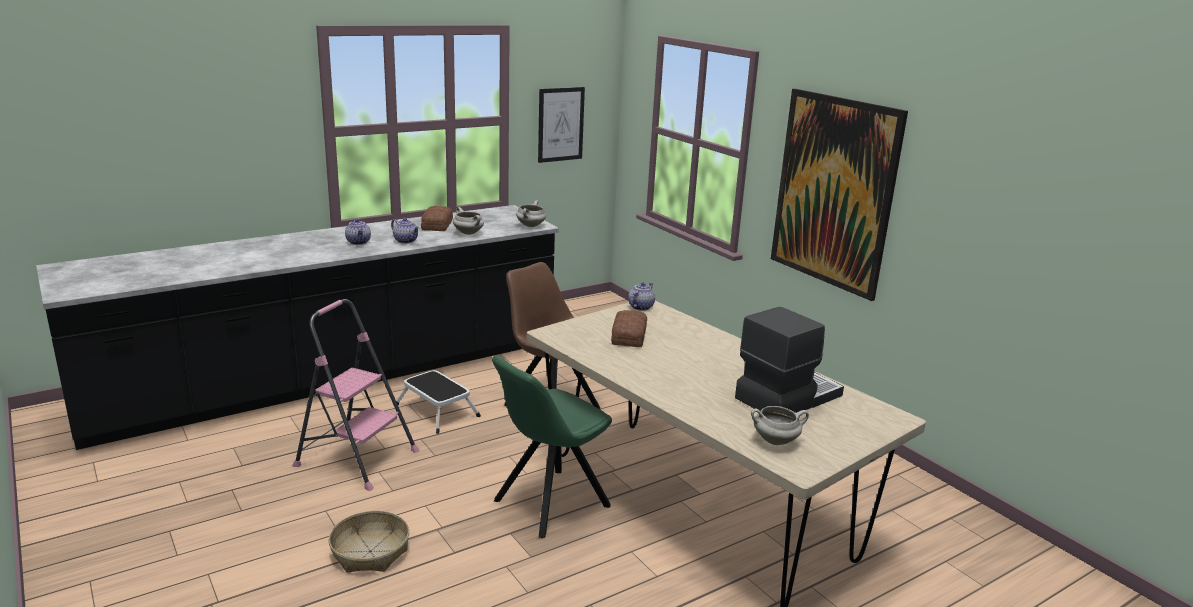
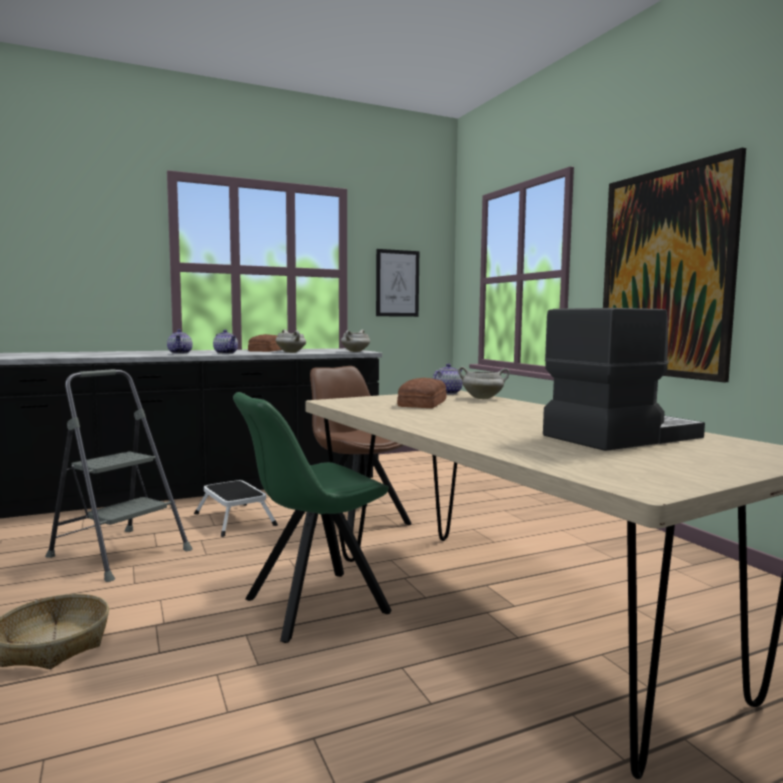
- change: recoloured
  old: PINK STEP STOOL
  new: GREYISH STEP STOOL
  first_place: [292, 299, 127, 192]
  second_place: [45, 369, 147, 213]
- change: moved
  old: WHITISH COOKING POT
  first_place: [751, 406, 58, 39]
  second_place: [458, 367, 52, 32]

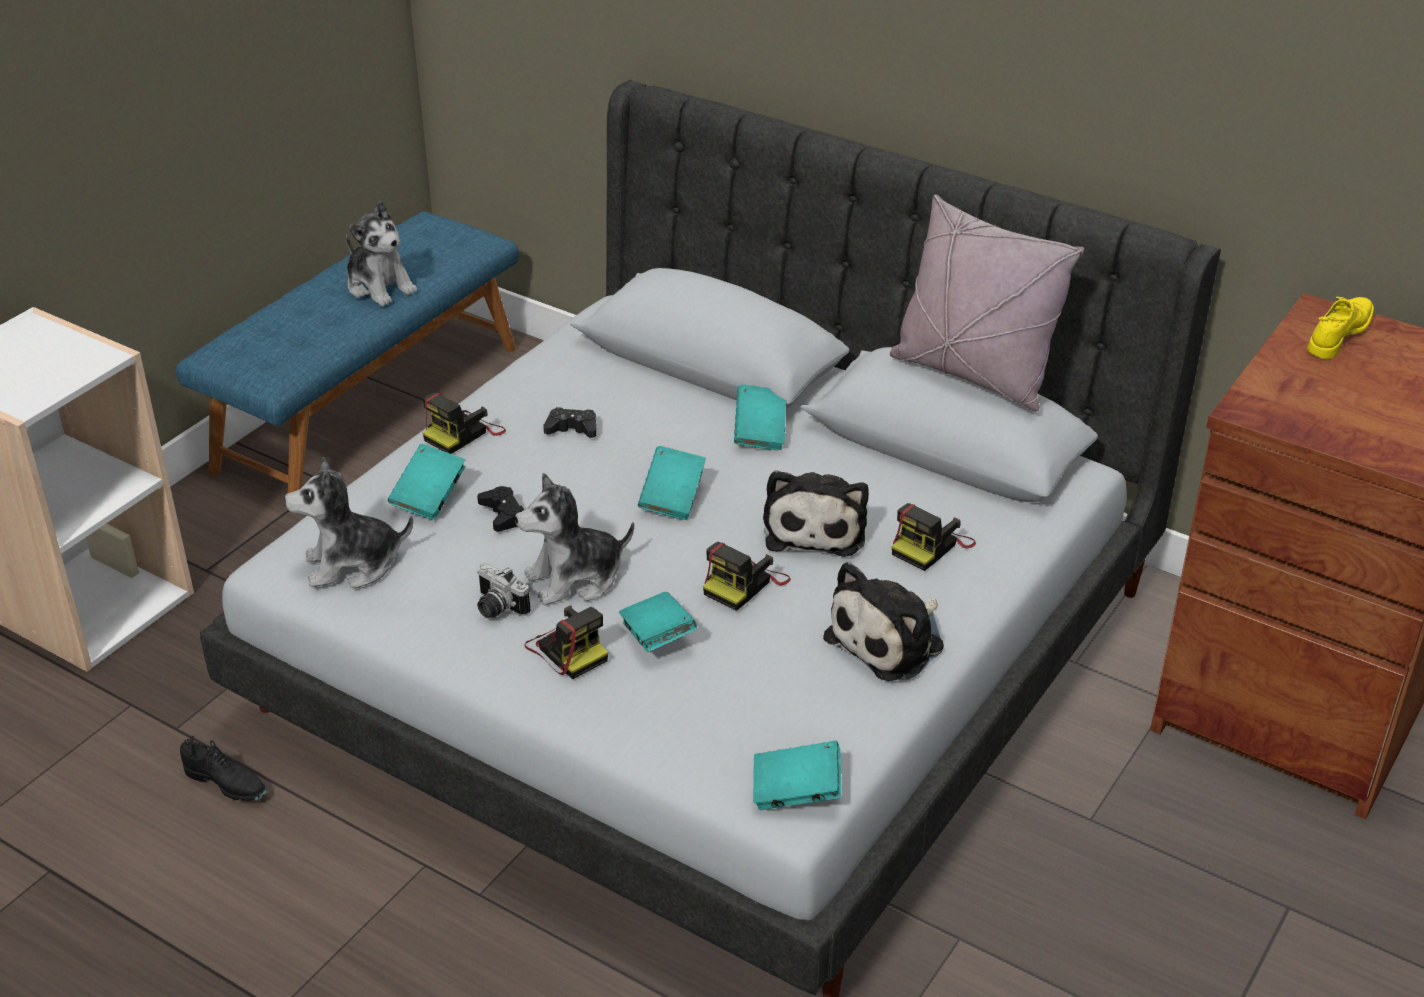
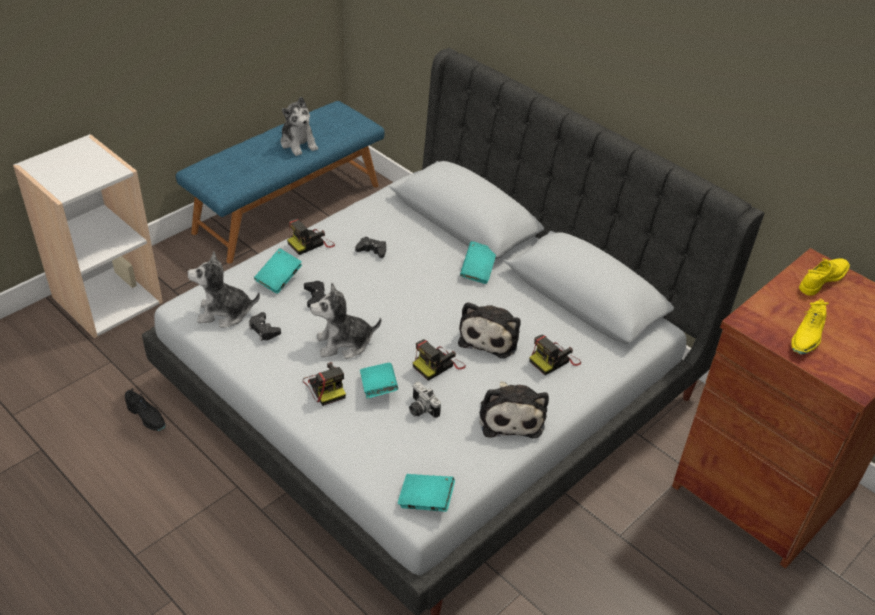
- change: moved
  old: PHOTO CAMERA
  first_place: [477, 563, 54, 55]
  second_place: [409, 382, 32, 36]
- change: removed
  old: TURQUOISE-COLOURED VOLUME
  first_place: [638, 446, 68, 74]
- change: turned
  old: CUDDLY TOY
  first_place: [823, 562, 121, 119]
  second_place: [479, 381, 70, 58]
  degrees: -60
- change: removed
  old: PURPLISH CUSHION
  first_place: [890, 194, 194, 217]
- change: added
  new: BLACK-COLOURED GAME CONTROLLER
  second_place: [249, 312, 32, 29]
- change: added
  new: YELLOW-COLOURED LOW SHOE
  second_place: [791, 299, 38, 56]

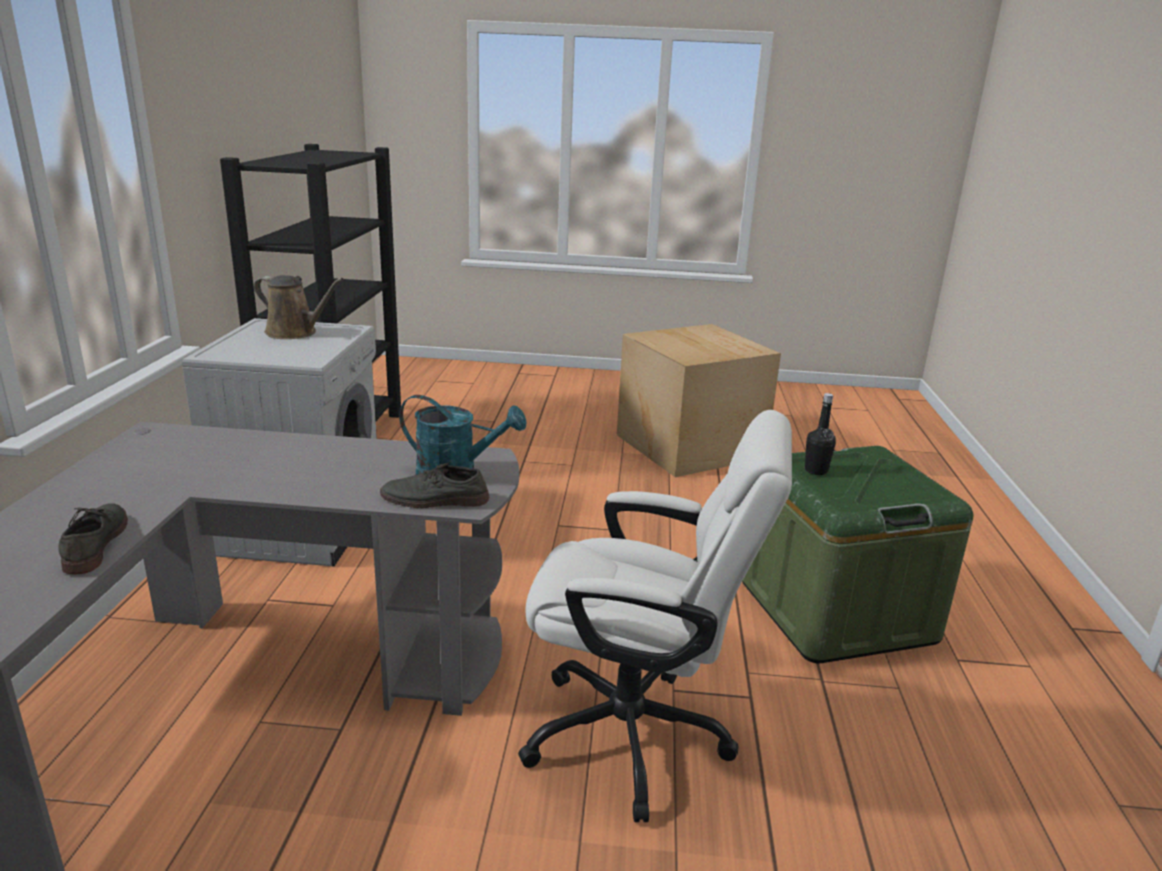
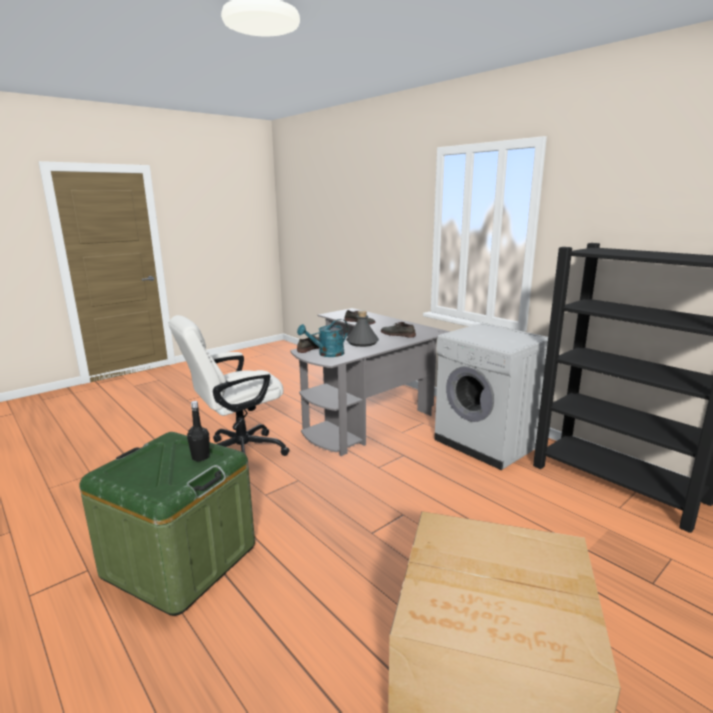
- change: removed
  old: BROWN SPRINKLING CAN
  first_place: [254, 275, 90, 64]
- change: added
  new: GREYISH BOTTLE
  second_place: [346, 311, 33, 36]
- change: added
  new: GREYISH LOW SHOE
  second_place: [381, 322, 35, 16]

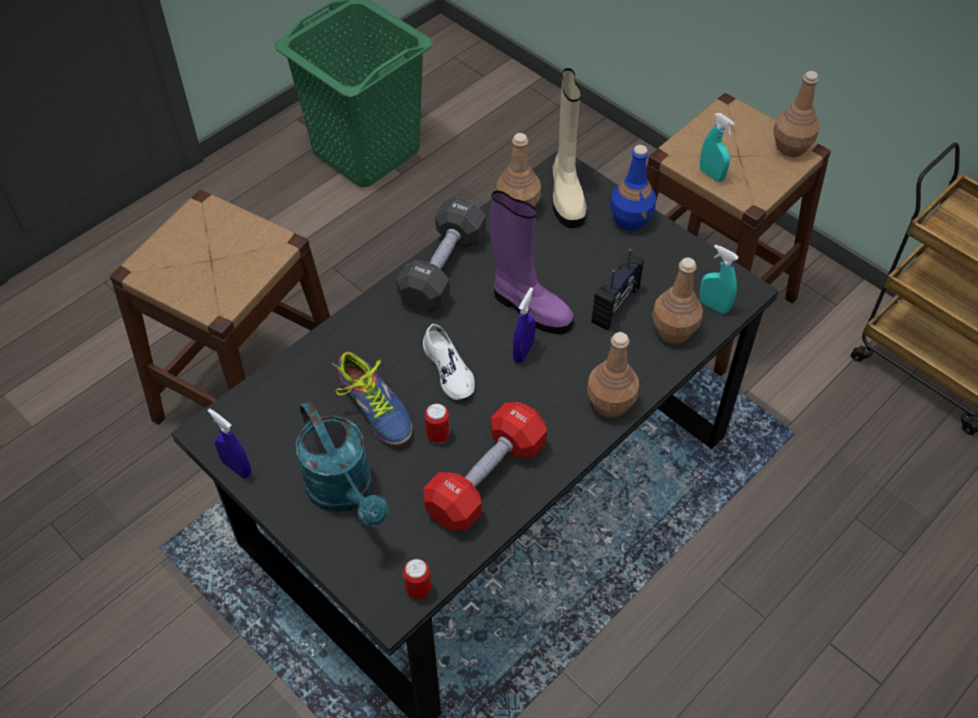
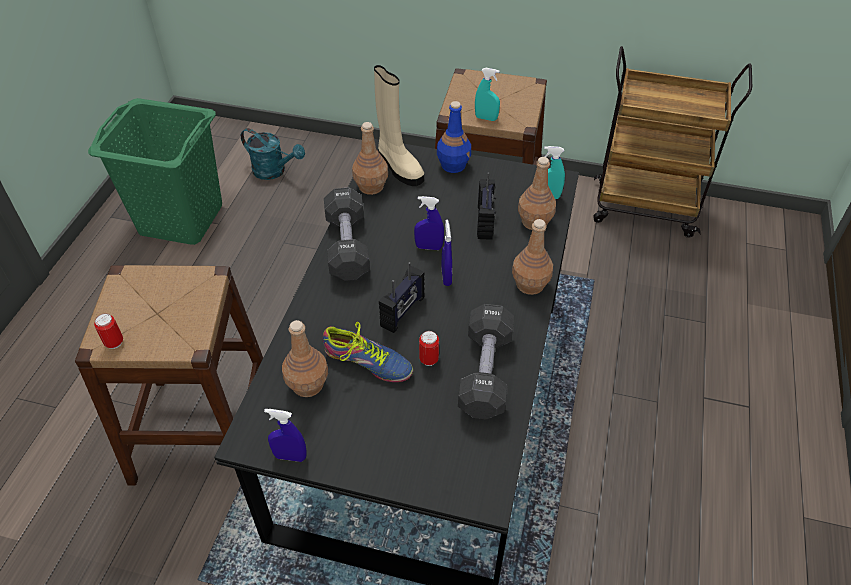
- change: moved
  old: TURQUOISE-COLOURED SPRINKLING CAN
  first_place: [295, 401, 93, 125]
  second_place: [241, 128, 64, 52]
- change: moved
  old: CAN
  first_place: [403, 559, 28, 40]
  second_place: [94, 314, 29, 35]
- change: replaced
  old: WHITISH LOW SHOE
  new: RADIO SET
  first_place: [423, 324, 52, 76]
  second_place: [379, 262, 46, 71]
- change: recoloured
  old: RED FREE WEIGHT
  new: BLACK-COLOURED FREE WEIGHT
  first_place: [423, 402, 124, 129]
  second_place: [458, 304, 56, 115]
- change: replaced
  old: PURPLISH HIGH-TOP BOOT
  new: BLUE SPRAYER
  first_place: [490, 190, 84, 144]
  second_place: [414, 196, 30, 54]
- change: moved
  old: BROWN BOTTLE
  first_place: [774, 71, 45, 86]
  second_place: [282, 320, 46, 77]

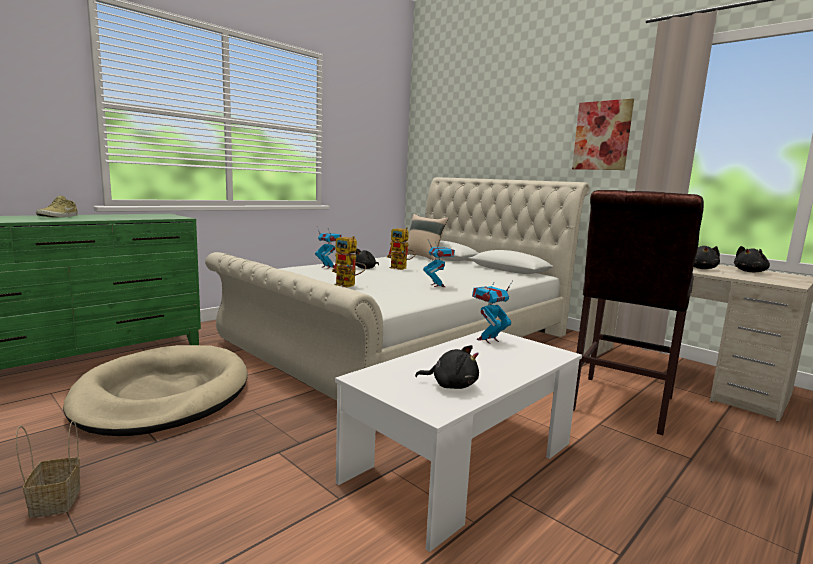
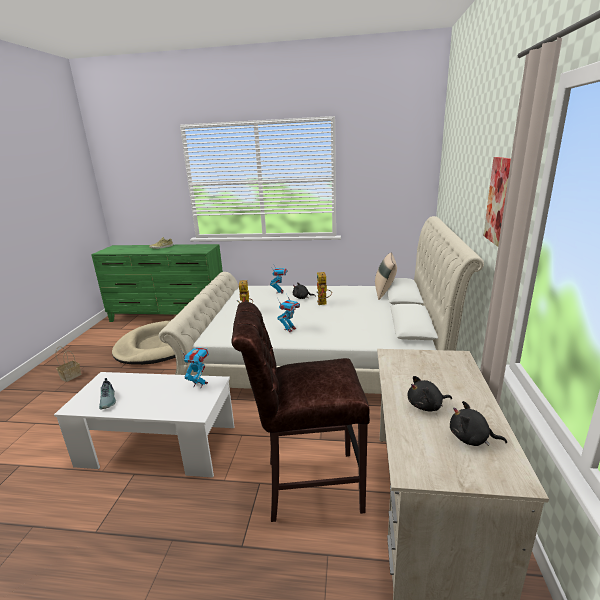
- change: replaced
  old: BLACK-COLOURED CUDDLY TOY
  new: LOW SHOE
  first_place: [415, 345, 64, 44]
  second_place: [99, 378, 17, 32]

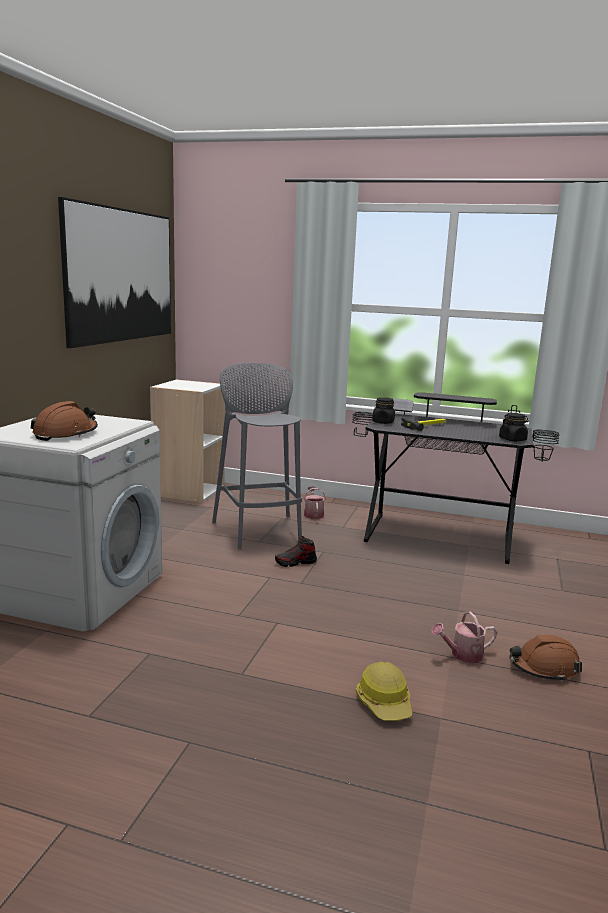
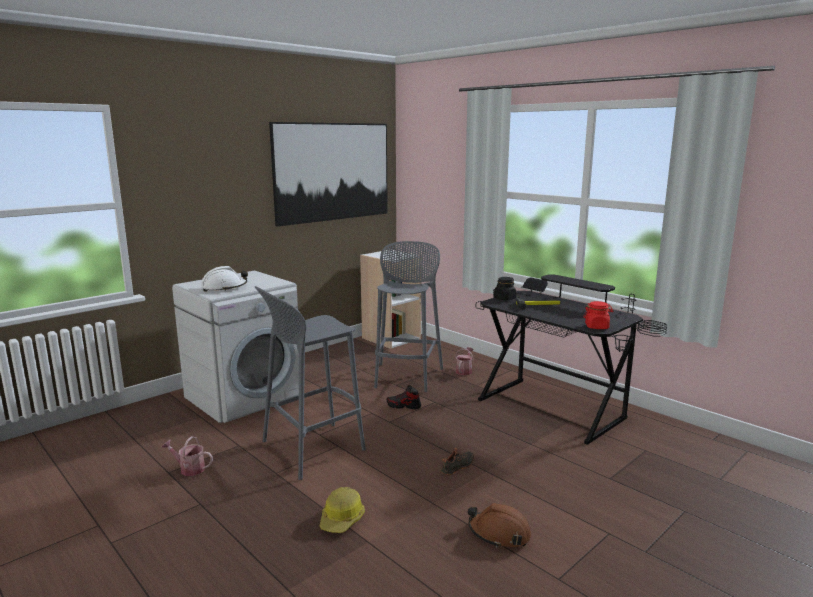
- change: recoloured
  old: BROWN HARD HAT
  new: WHITISH HARD HAT
  first_place: [30, 401, 68, 40]
  second_place: [201, 266, 47, 26]
- change: moved
  old: SPRINKLING CAN
  first_place: [431, 611, 66, 52]
  second_place: [161, 436, 52, 40]
- change: recoloured
  old: BLACK-COLOURED PRESERVE JAR
  new: RED PRESERVE JAR
  first_place: [499, 413, 29, 28]
  second_place: [584, 301, 29, 28]
- change: added
  new: GREYISH SITTING STOOL
  second_place: [255, 286, 111, 194]
- change: added
  new: BLACK-COLOURED LOW SHOE
  second_place: [441, 448, 33, 27]

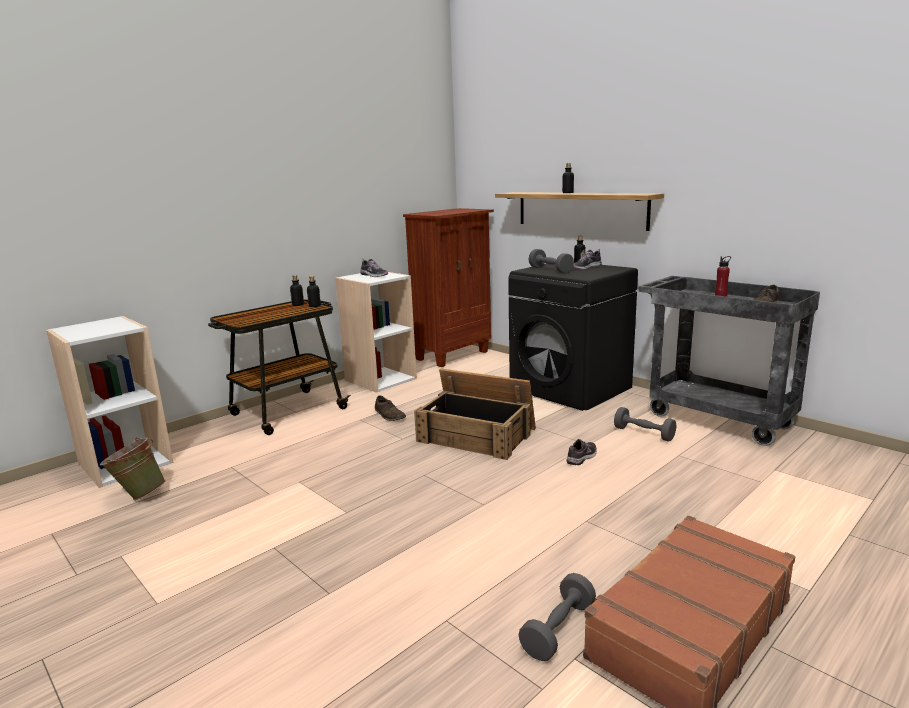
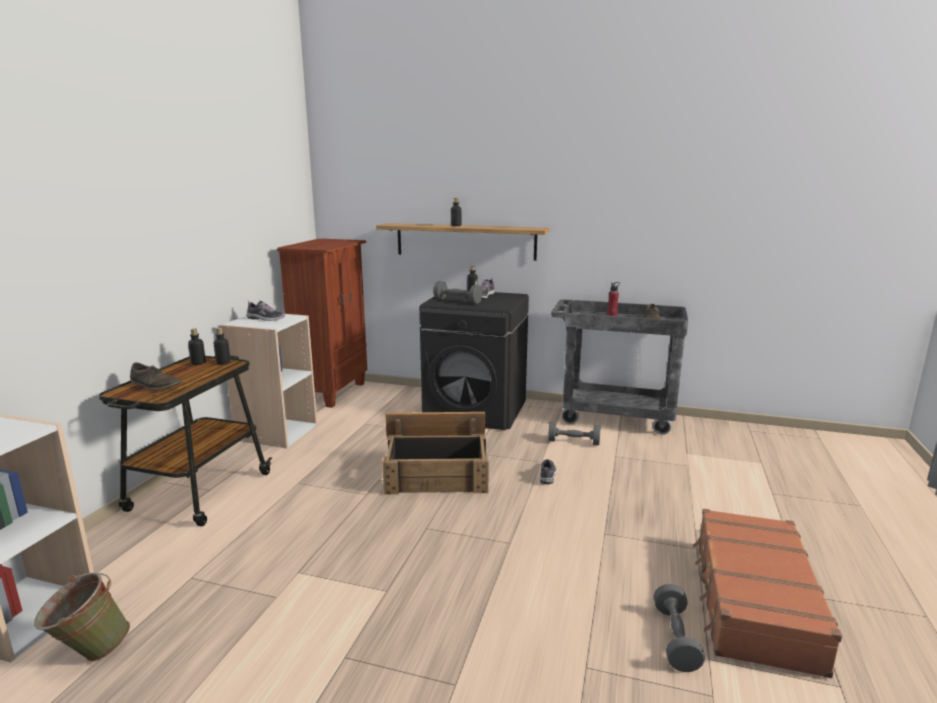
- change: moved
  old: BROWN LOW SHOE
  first_place: [375, 395, 31, 26]
  second_place: [130, 362, 52, 28]

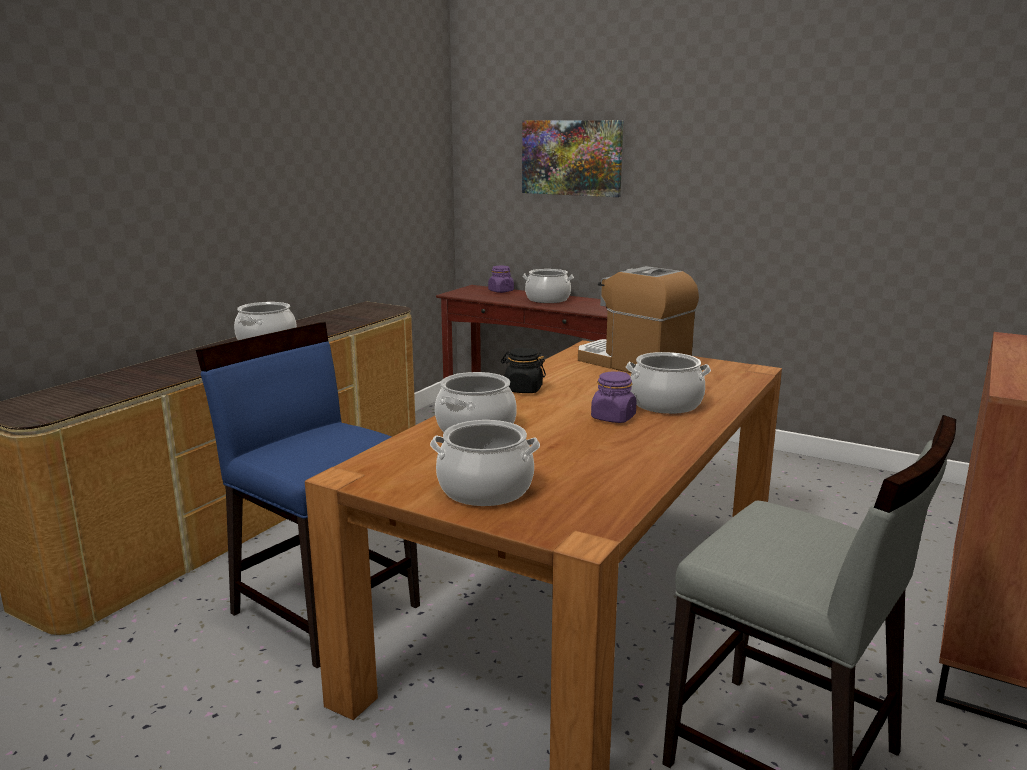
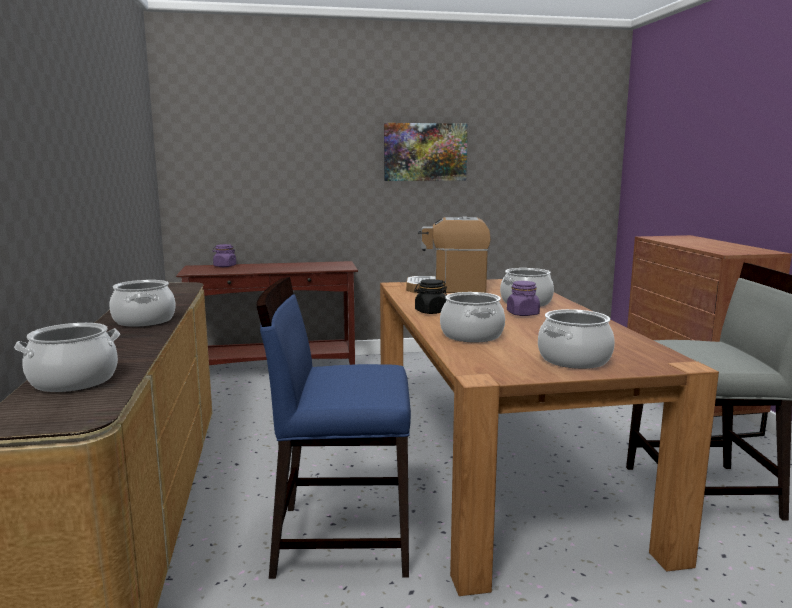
- change: moved
  old: WALL ART
  first_place: [522, 120, 101, 77]
  second_place: [384, 123, 84, 58]
- change: moved
  old: COOKING POT
  first_place: [523, 269, 51, 34]
  second_place: [14, 323, 106, 69]

